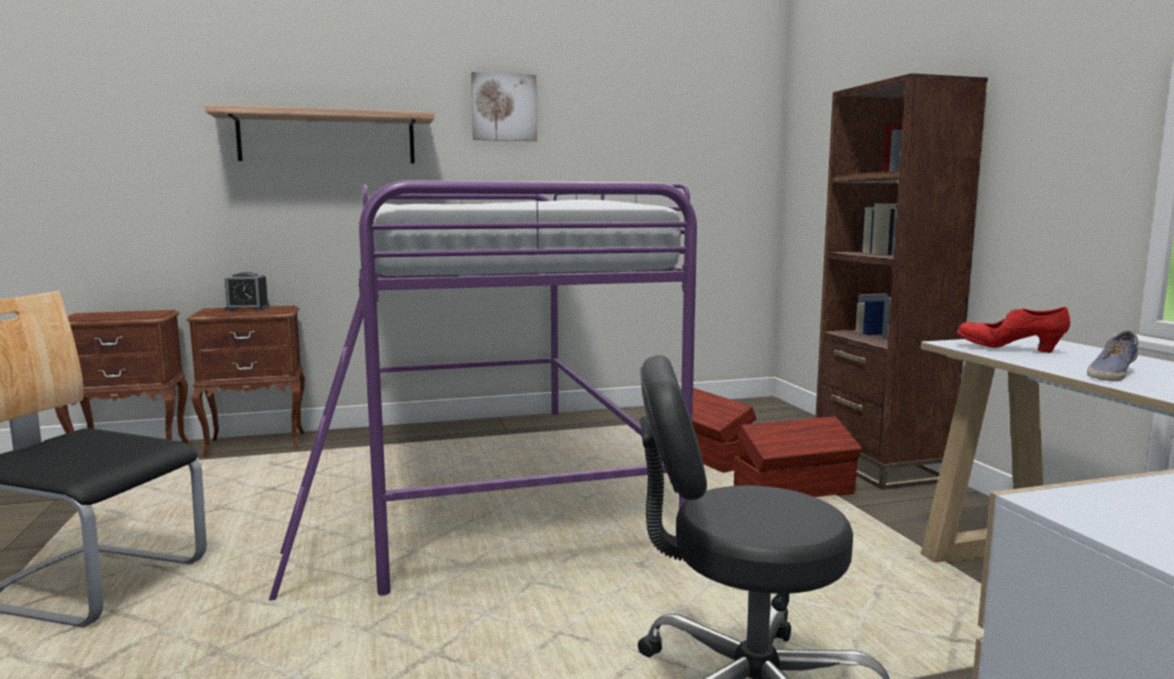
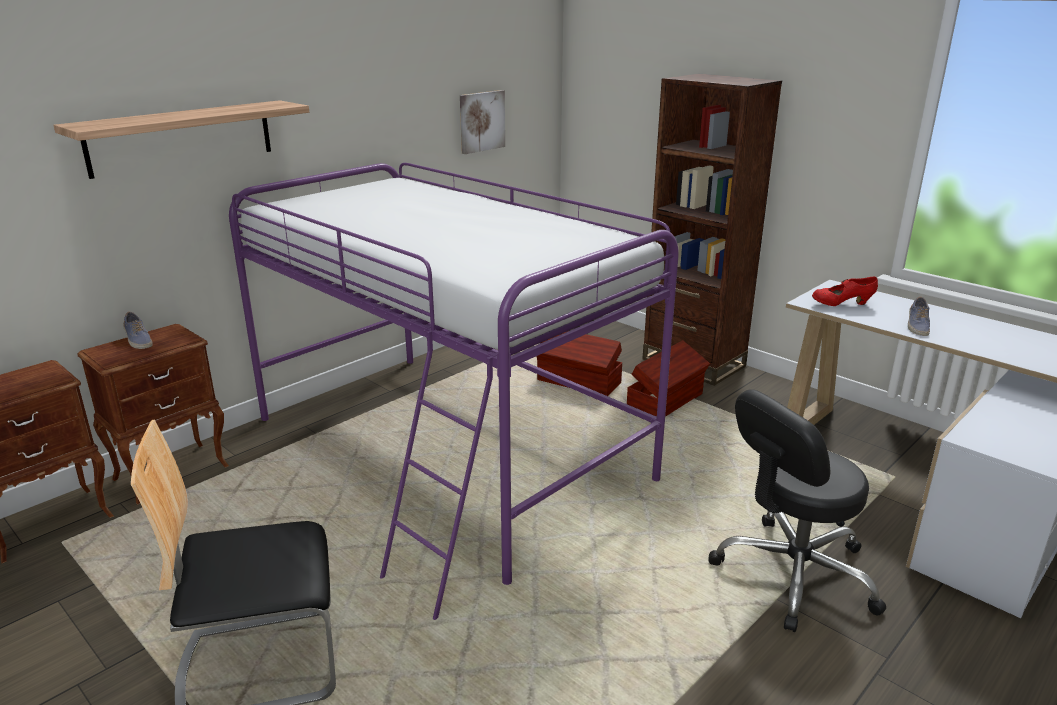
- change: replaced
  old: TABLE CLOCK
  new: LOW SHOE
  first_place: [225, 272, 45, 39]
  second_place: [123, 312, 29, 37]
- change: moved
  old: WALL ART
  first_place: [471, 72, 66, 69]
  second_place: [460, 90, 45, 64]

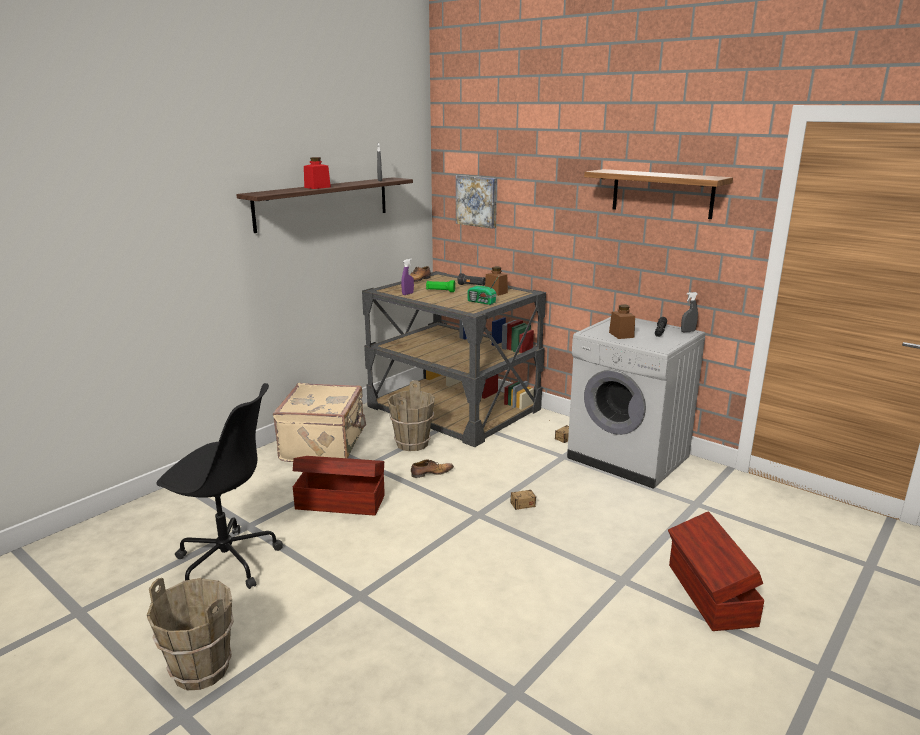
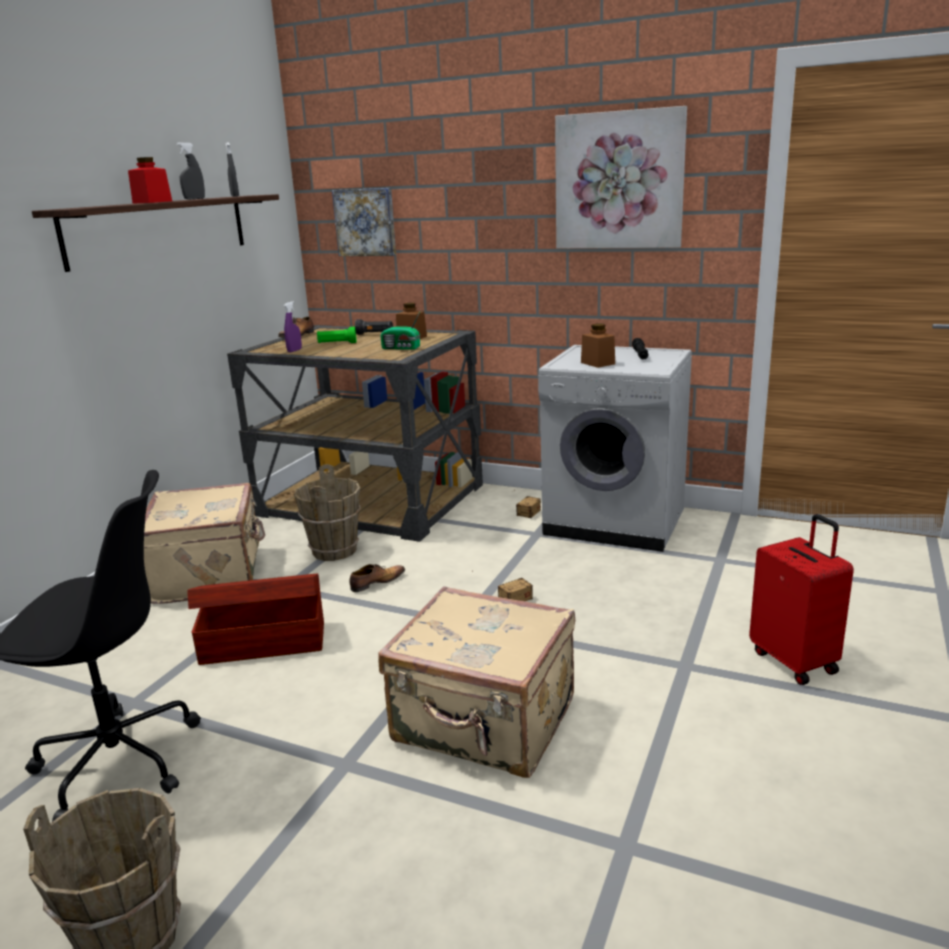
- change: replaced
  old: BRACKET SHELF
  new: WALL ART
  first_place: [584, 169, 149, 50]
  second_place: [555, 106, 132, 143]
- change: replaced
  old: BROWN STORAGE CONTAINER
  new: RED SUITCASE
  first_place: [668, 511, 97, 120]
  second_place: [749, 514, 105, 171]
- change: moved
  old: GREYISH SPRAYER
  first_place: [681, 292, 17, 41]
  second_place: [177, 142, 28, 57]
- change: added
  new: BEIGE-COLOURED SUITCASE
  second_place: [378, 586, 197, 192]

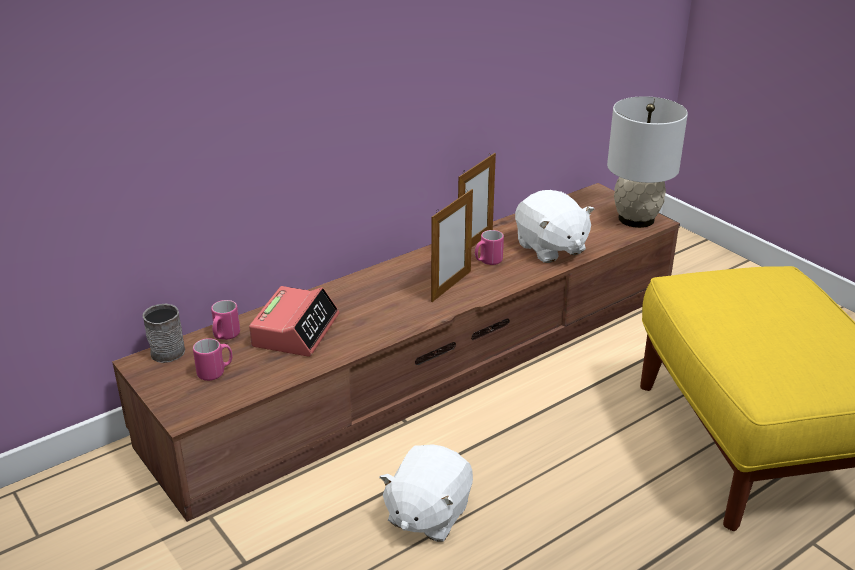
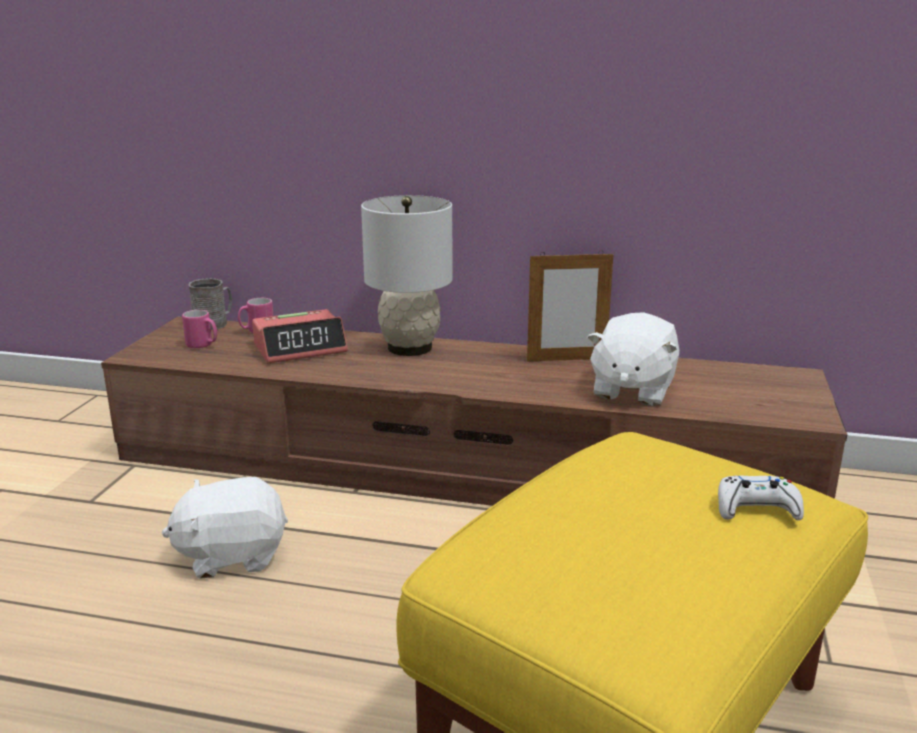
- change: removed
  old: STANDING FRAME
  first_place: [431, 189, 42, 113]
- change: removed
  old: PINK TEA MUG
  first_place: [475, 230, 29, 35]
- change: moved
  old: WHITISH TABLE LAMP
  first_place: [607, 96, 81, 132]
  second_place: [361, 195, 91, 161]
- change: added
  new: WHITISH GAME CONTROLLER
  second_place: [718, 475, 86, 45]

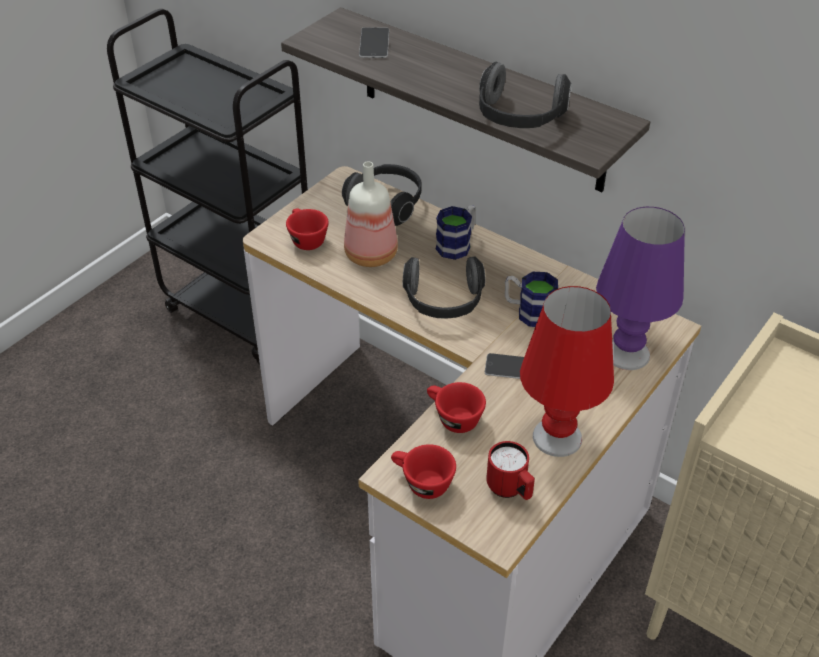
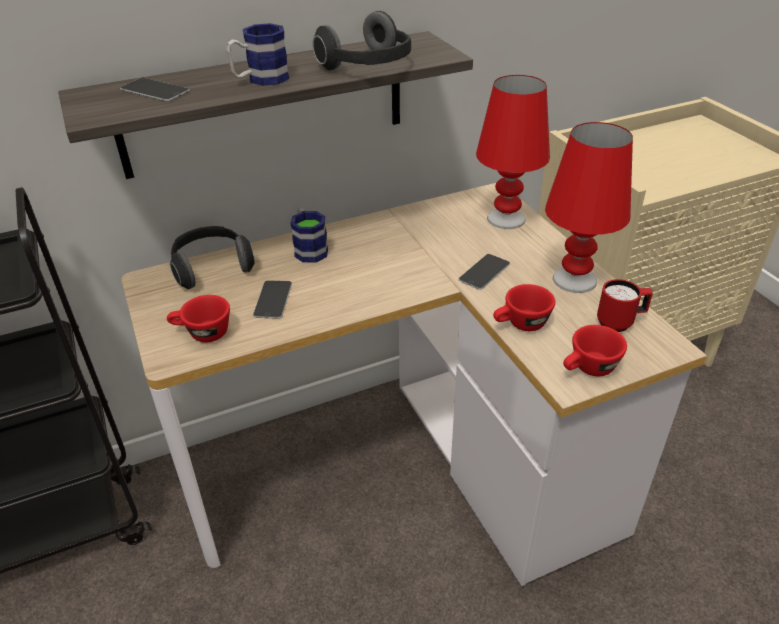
- change: replaced
  old: BOTTLE
  new: PHONE
  first_place: [344, 161, 54, 106]
  second_place: [253, 280, 39, 39]
- change: removed
  old: PAIR OF HEADPHONES
  first_place: [403, 256, 82, 63]
- change: moved
  old: TEA MUG
  first_place: [505, 272, 53, 55]
  second_place: [226, 23, 63, 63]
- change: recoloured
  old: PURPLISH TABLE LAMP
  new: RED TABLE LAMP
  first_place: [596, 207, 89, 163]
  second_place: [476, 75, 74, 154]

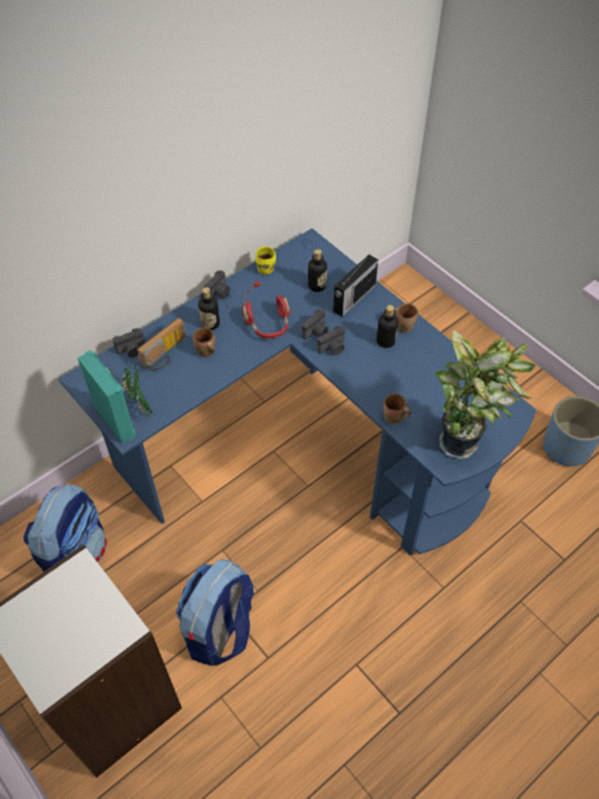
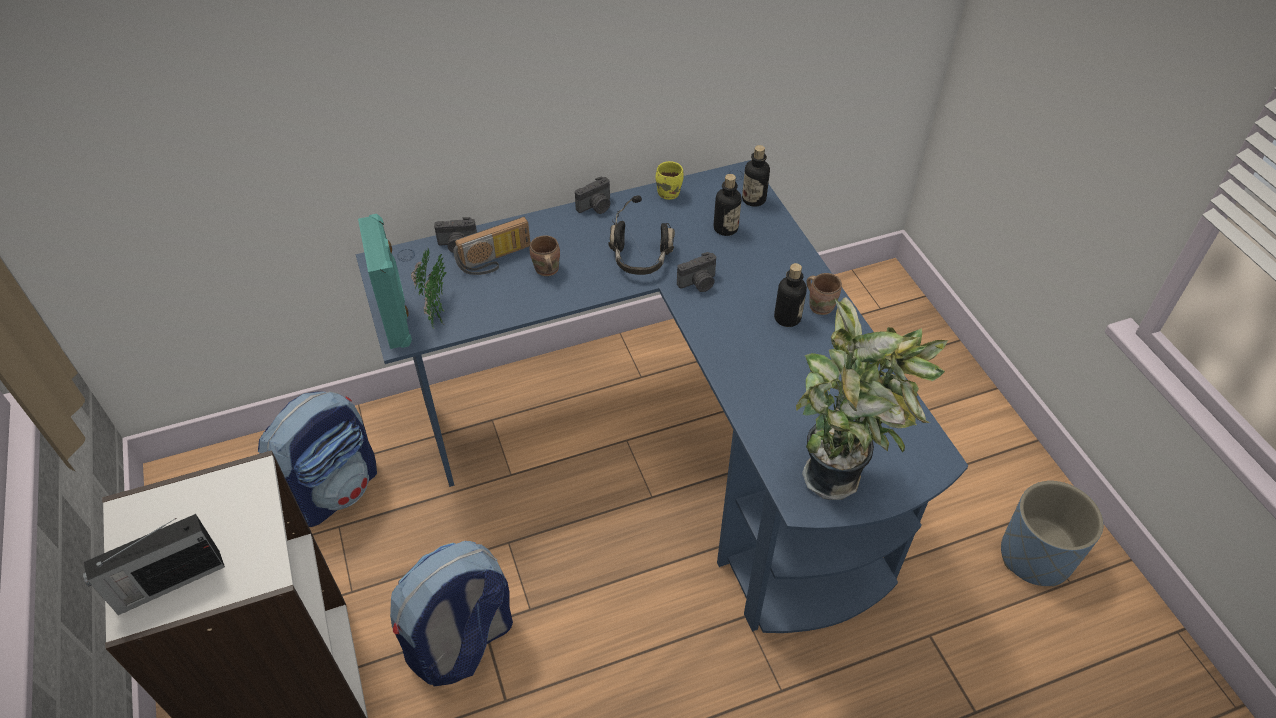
- change: moved
  old: BOTTLE
  first_place: [198, 287, 22, 43]
  second_place: [742, 145, 28, 62]
- change: recoloured
  old: RED PAIR OF HEADPHONES
  new: BLACK-COLOURED PAIR OF HEADPHONES
  first_place: [241, 281, 50, 58]
  second_place: [608, 195, 67, 80]
- change: removed
  old: PHOTO CAMERA
  first_place: [317, 326, 28, 29]
- change: moved
  old: RADIO SET
  first_place: [333, 255, 45, 62]
  second_place: [83, 514, 142, 101]
- change: removed
  old: BROWN TEA MUG
  first_place: [383, 394, 28, 30]

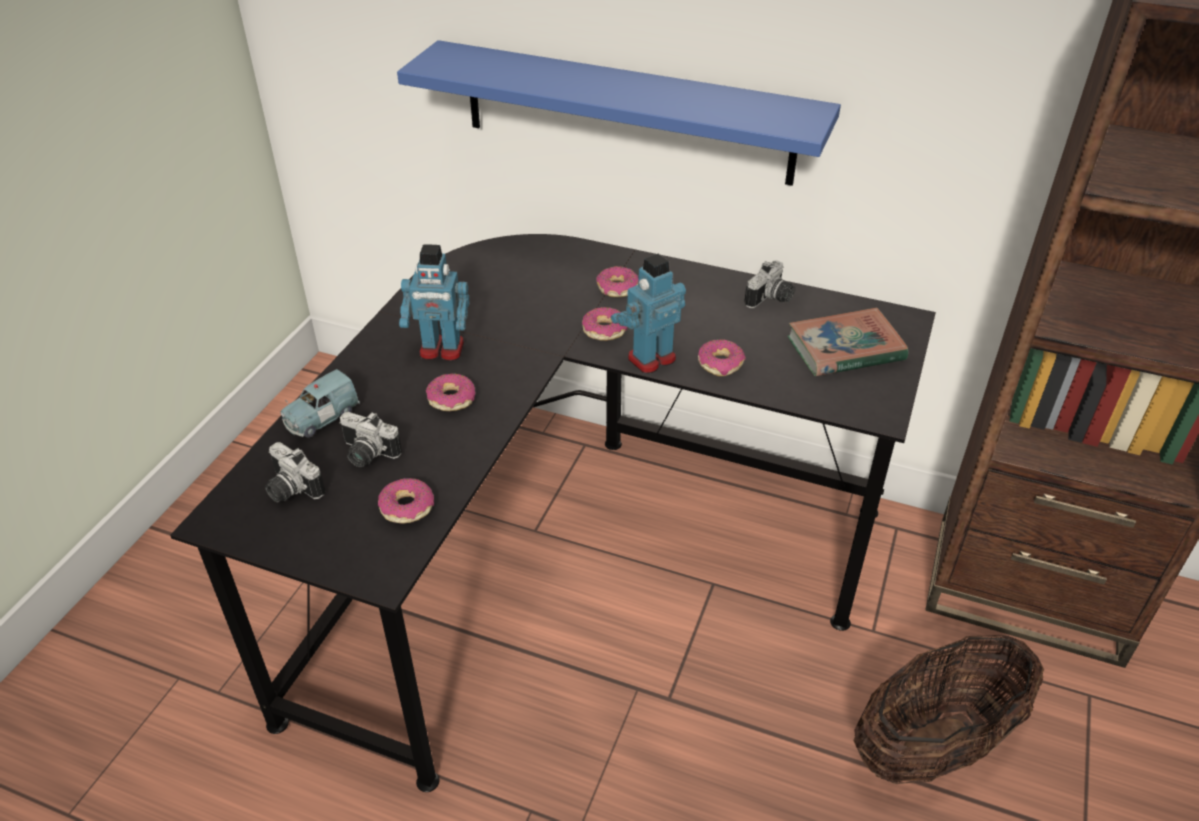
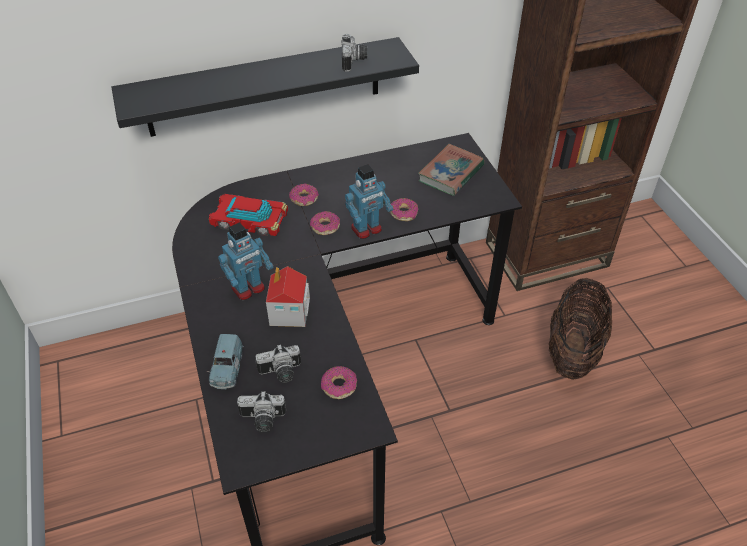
- change: recoloured
  old: BLUE BRACKET SHELF
  new: BLACK-COLOURED BRACKET SHELF
  first_place: [397, 40, 444, 146]
  second_place: [111, 37, 308, 100]
- change: replaced
  old: RING DOUGHNUT
  new: MINIATURE HOUSE
  first_place: [426, 373, 49, 38]
  second_place: [266, 266, 44, 61]
- change: turned
  old: MODEL ROBOT
  first_place: [611, 254, 75, 119]
  second_place: [345, 164, 48, 75]
  degrees: -135
- change: moved
  old: PHOTO CAMERA
  first_place: [744, 261, 51, 47]
  second_place: [342, 34, 25, 38]
- change: added
  new: MINIATURE CAR
  second_place: [209, 194, 79, 42]

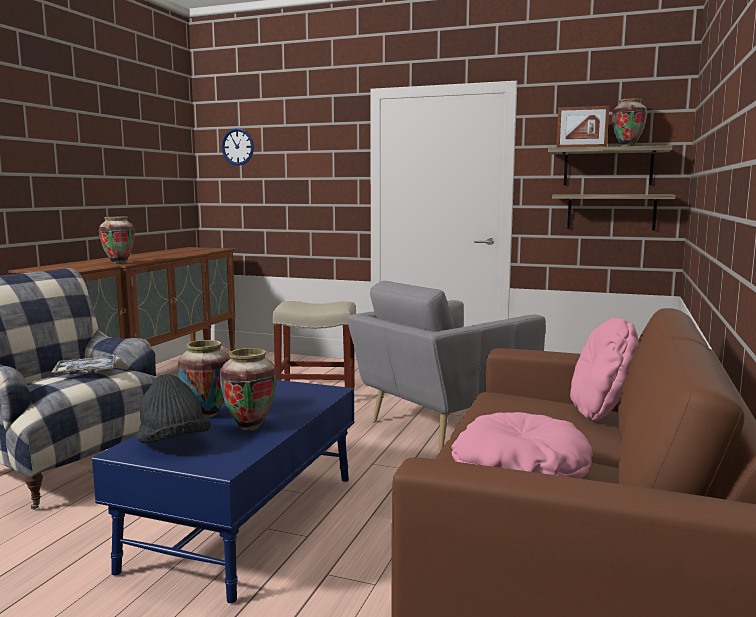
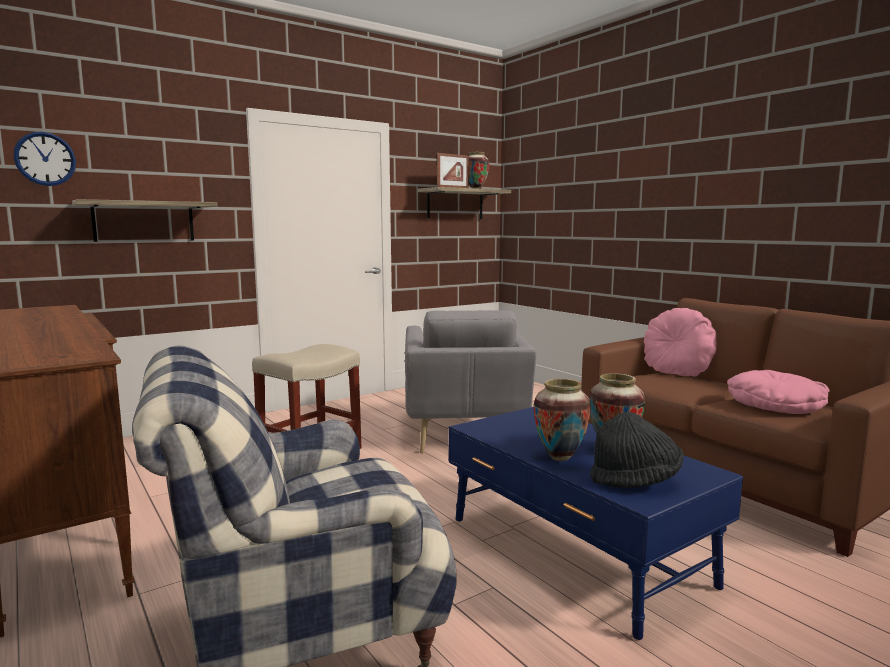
- change: removed
  old: CARRYING TRAY
  first_place: [51, 356, 65, 18]
- change: removed
  old: VASE
  first_place: [99, 216, 36, 48]
- change: moved
  old: BRACKET SHELF
  first_place: [552, 194, 124, 36]
  second_place: [72, 199, 146, 43]

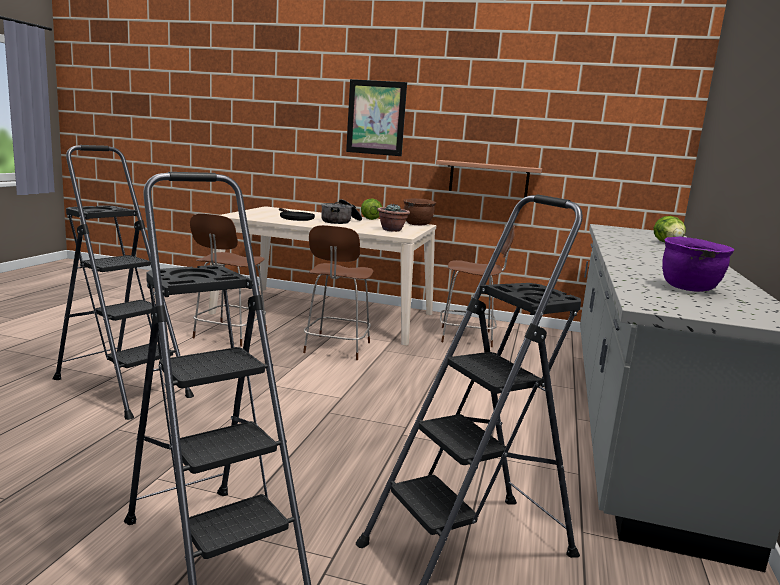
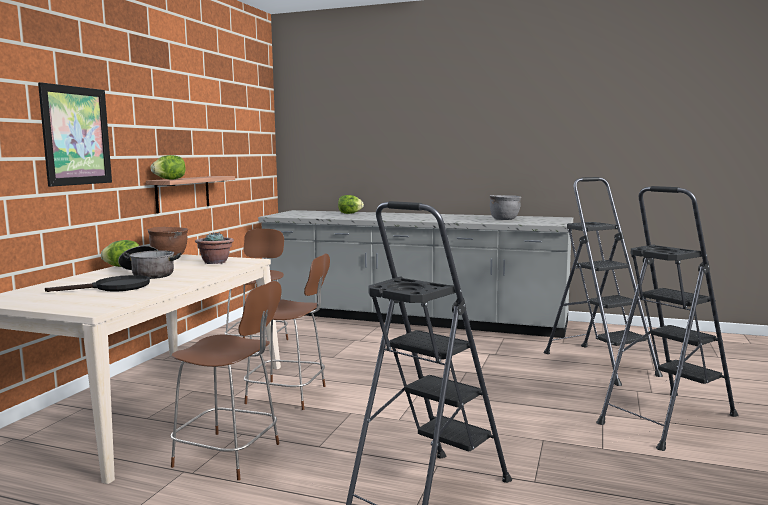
- change: recoloured
  old: PURPLISH COOKING POT
  new: GREYISH COOKING POT
  first_place: [662, 237, 72, 55]
  second_place: [489, 195, 33, 25]
- change: added
  new: LETTUCE
  second_place: [151, 155, 34, 25]

